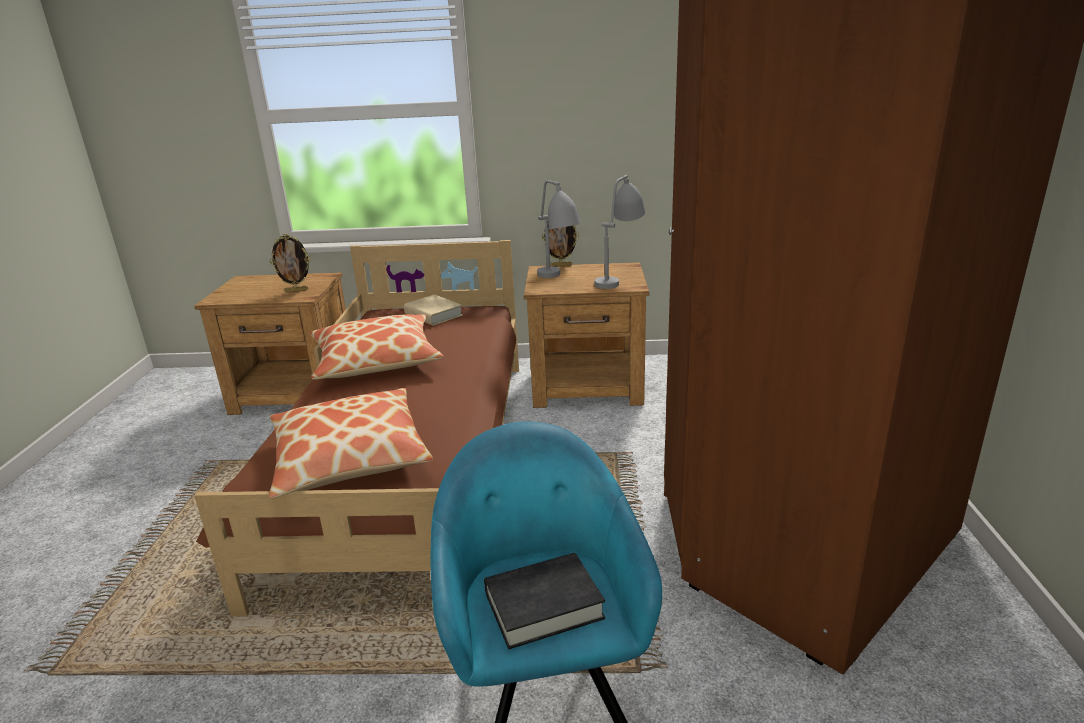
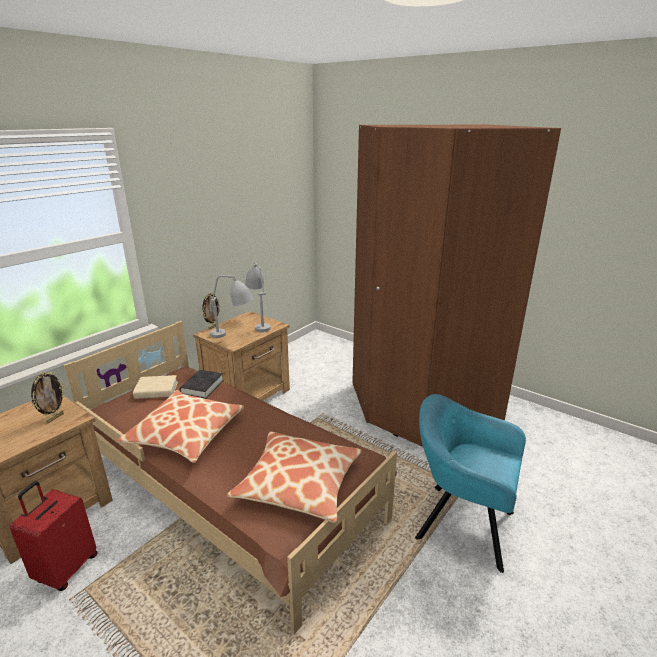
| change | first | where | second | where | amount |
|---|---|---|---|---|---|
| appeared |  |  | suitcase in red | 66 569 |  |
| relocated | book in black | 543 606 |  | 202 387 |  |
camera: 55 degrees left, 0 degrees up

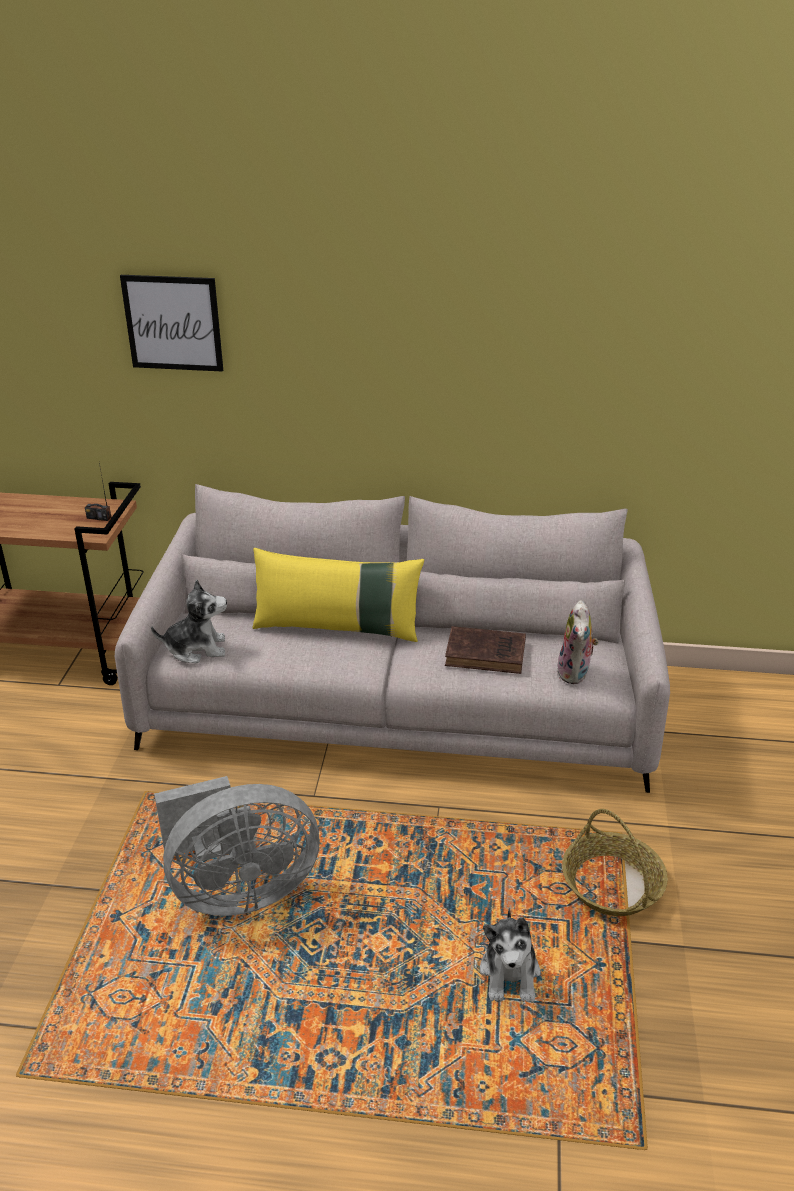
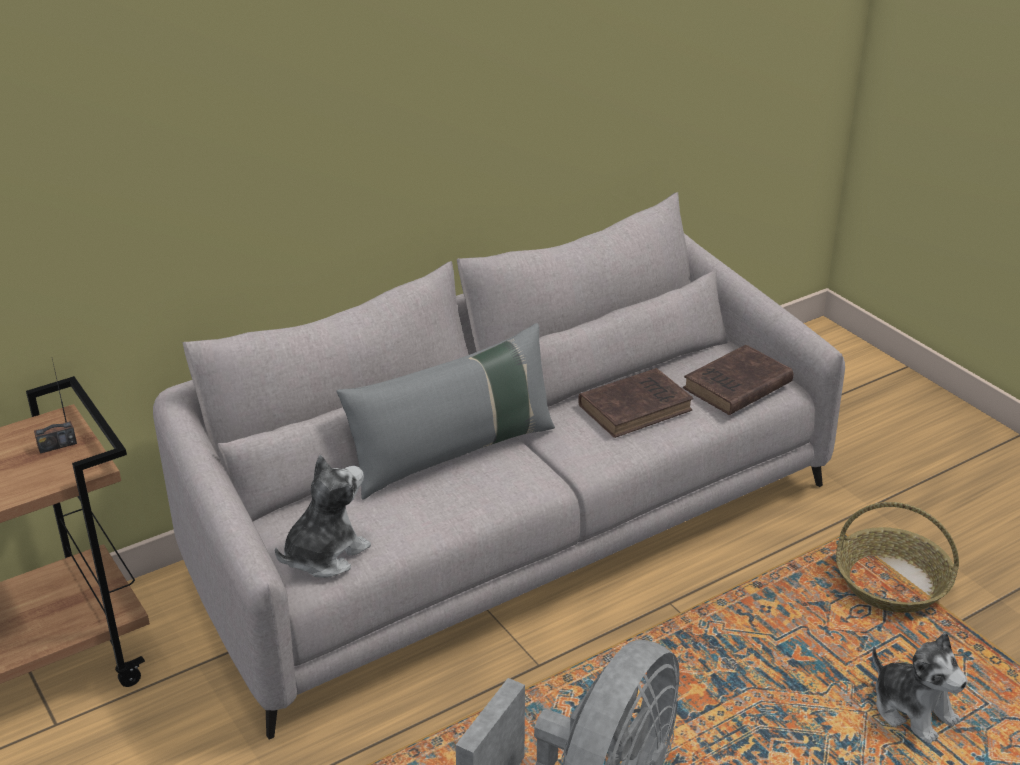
| change | first | where | second | where | amount |
|---|---|---|---|---|---|
| missing | picture | 173 323 |  |  |  |
| exchanged | plush toy | 575 673 | book in brown | 735 387 |  |
| colour | pillow in yellow | 338 627 | pillow in grey | 453 453 |  |
camera: 40 degrees left, 0 degrees up

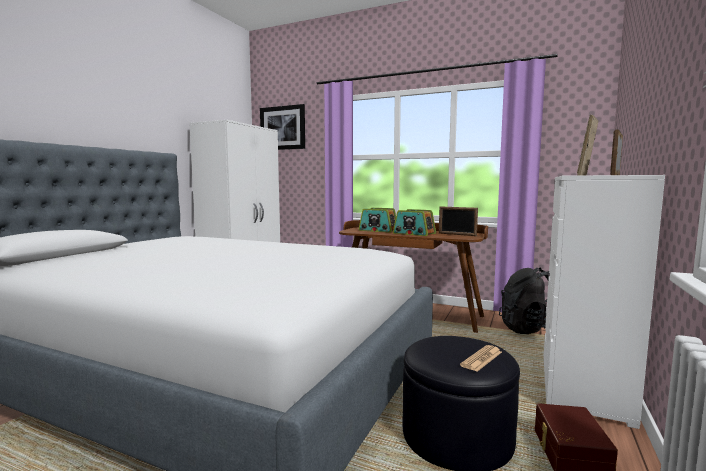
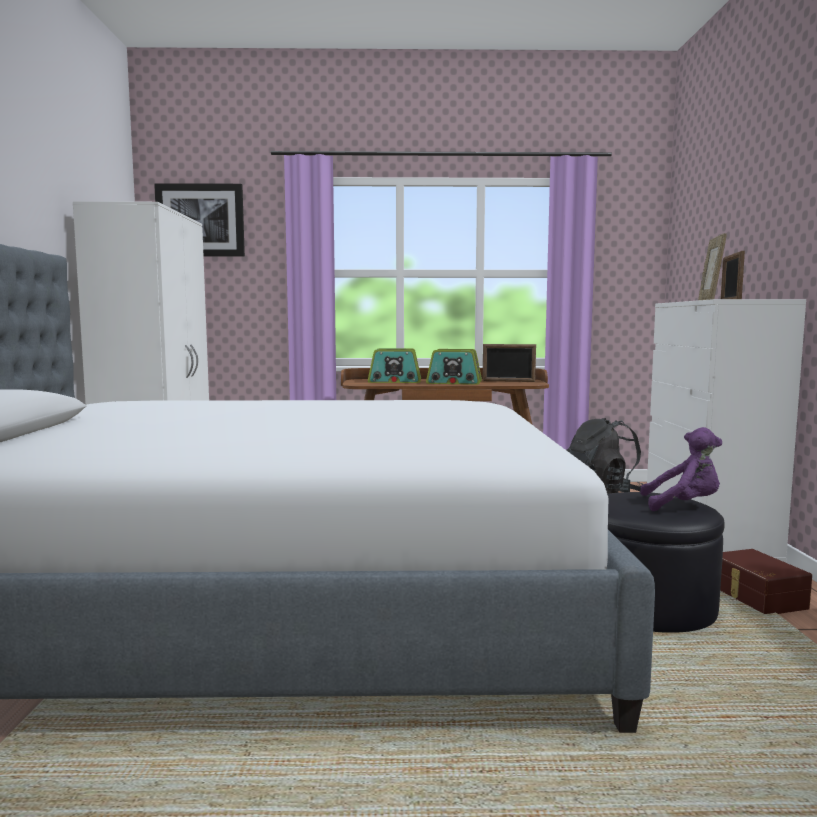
| change | first | where | second | where | amount |
|---|---|---|---|---|---|
| exchanged | newspaper | 481 359 | plush toy in purple | 683 505 |  |
camera: 25 degrees left, 0 degrees up

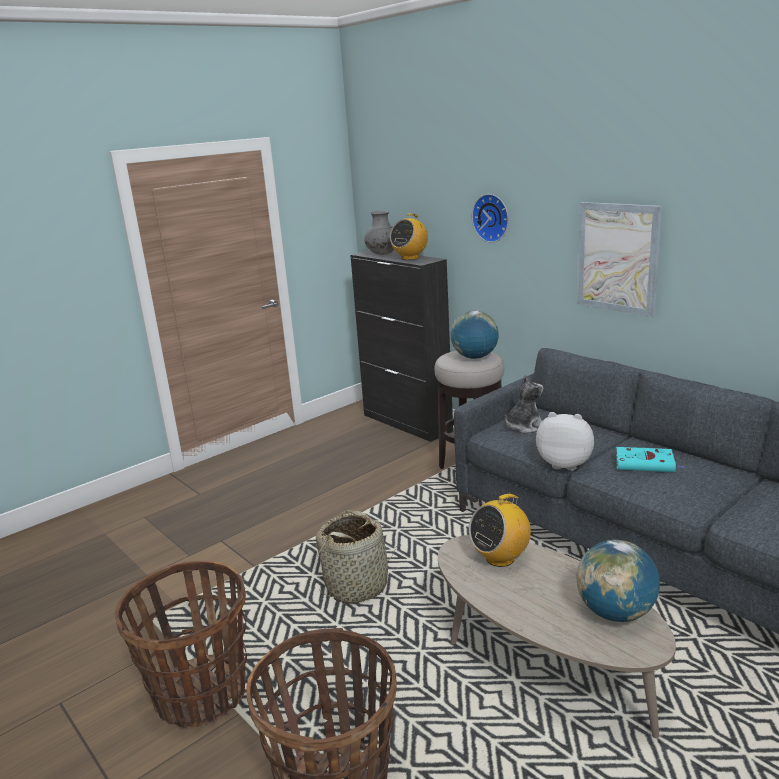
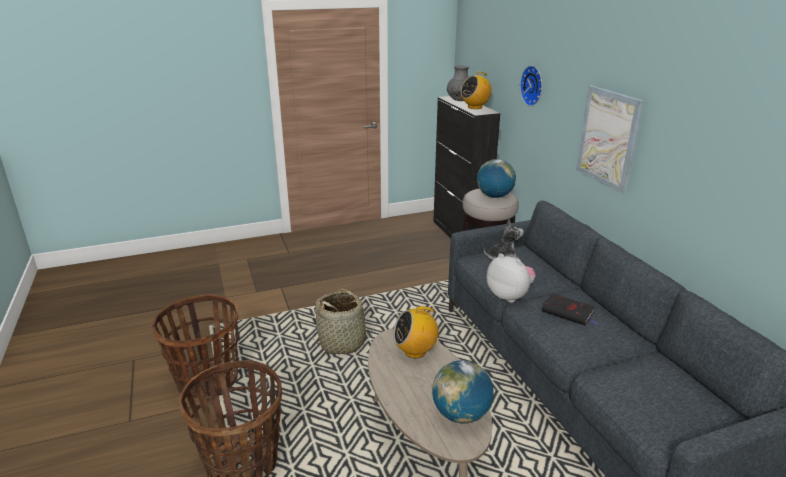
| change | first | where | second | where | amount |
|---|---|---|---|---|---|
| colour | book in turquoise | 646 463 | book in black | 569 312 |  |
camera: 20 degrees right, 5 degrees up

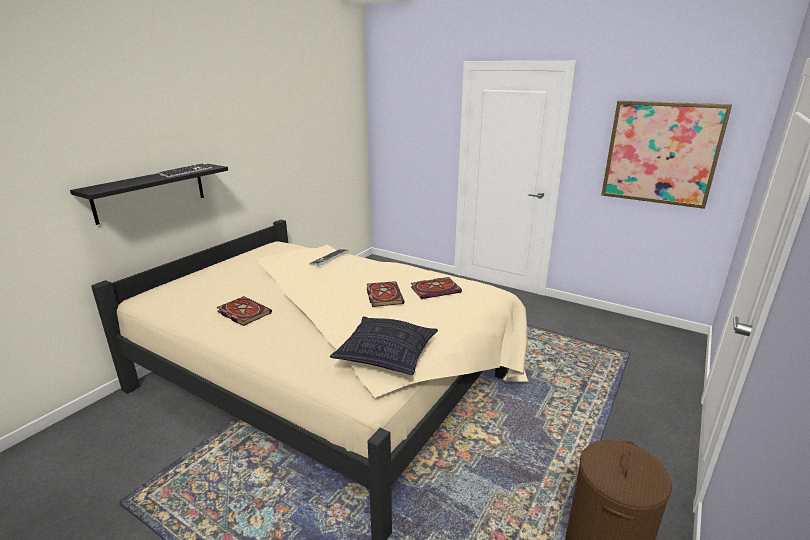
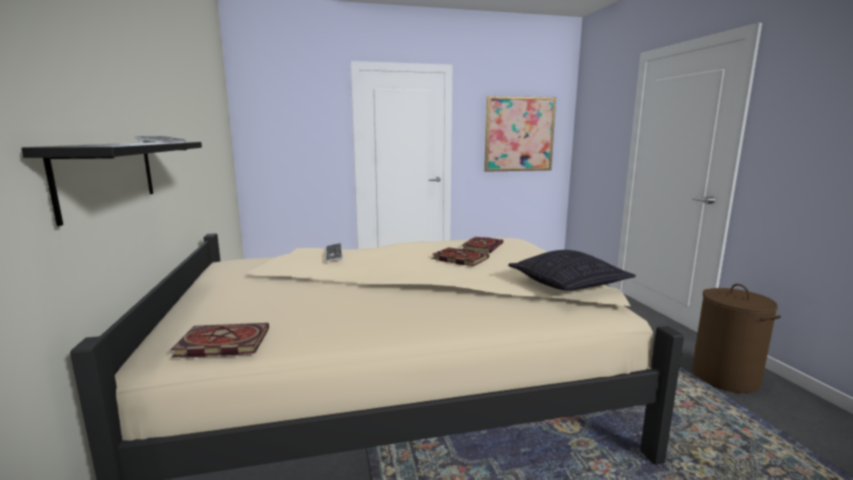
| change | first | where | second | where | amount |
|---|---|---|---|---|---|
| relocated | book | 242 312 |  | 220 344 |  |
camera: 45 degrees left, 10 degrees down

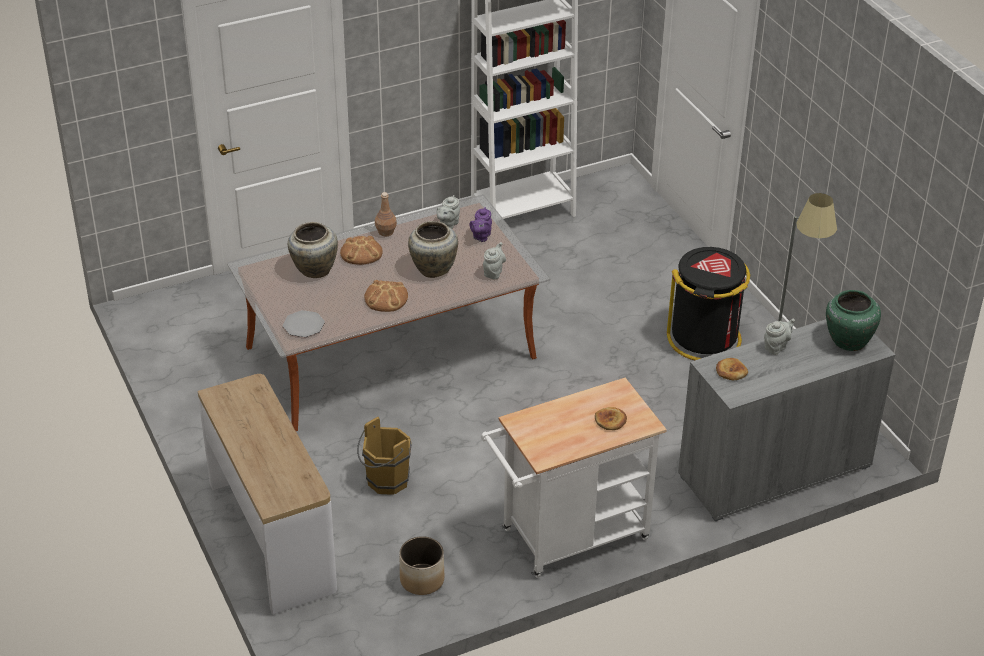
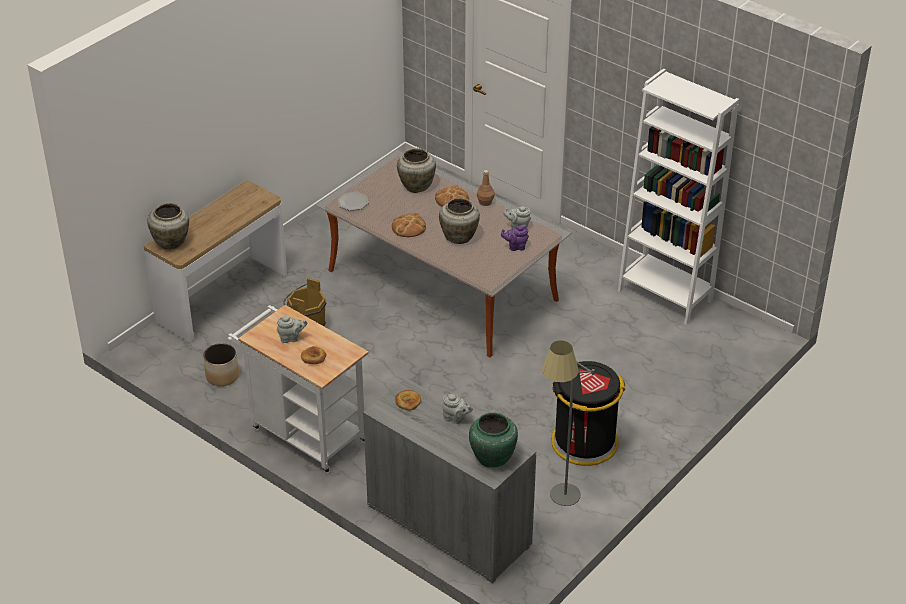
| change | first | where | second | where | amount |
|---|---|---|---|---|---|
| appeared |  |  | vase in beige | 171 242 |  |
| relocated | teapot in grey | 493 272 |  | 291 338 |  |
camera: 65 degrees right, 0 degrees up

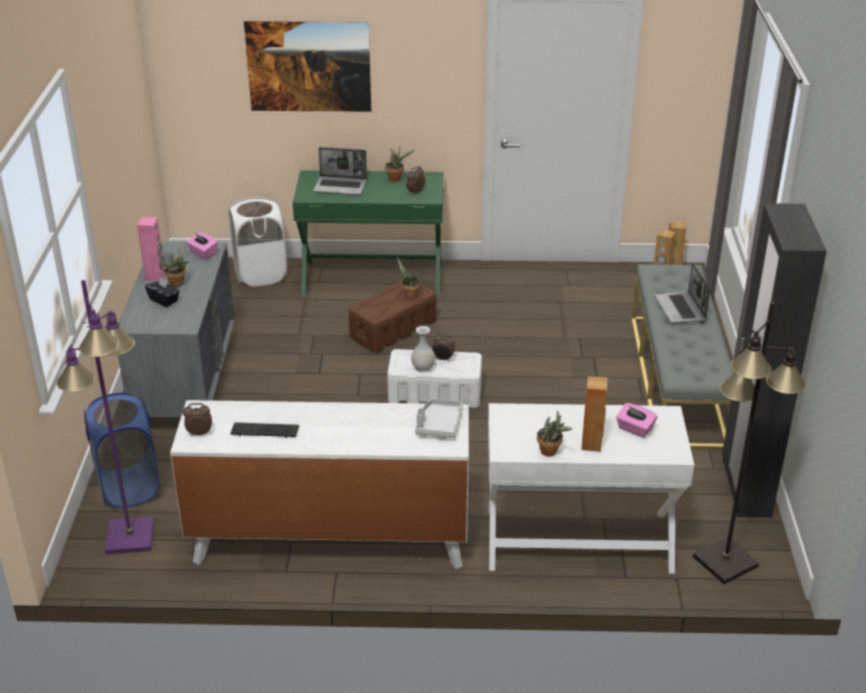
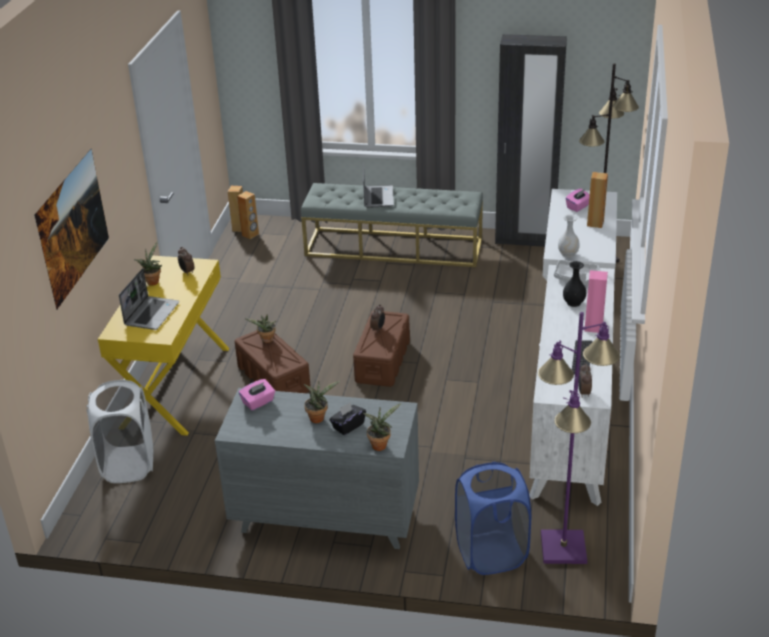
| change | first | where | second | where | amount |
|---|---|---|---|---|---|
| appeared |  |  | vase in black | 574 303 |  |
| relocated | speaker in pink | 155 276 |  | 593 327 |  |
| relocated | vase in white | 423 368 |  | 568 254 |  |
| relocated | potted plant | 551 452 |  | 380 444 |  |
| colour | desk in green | 372 278 | desk in yellow | 175 386 |  |
| colour | storage box in white | 435 393 | storage box in brown | 383 361 |  |
| spun | laptop | 681 309 |  | 377 197 | 90 degrees counterclockwise |
camera: 80 degrees left, 0 degrees up

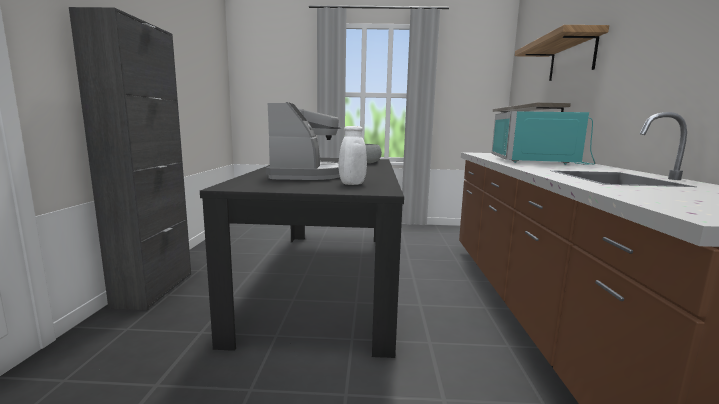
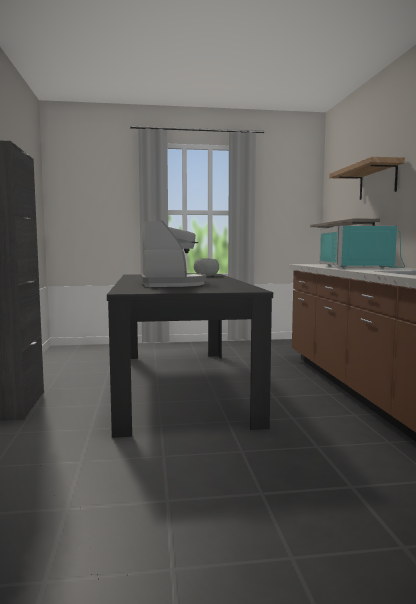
| change | first | where | second | where | amount |
|---|---|---|---|---|---|
| missing | vase in white | 351 184 |  |  |  |
camera: 10 degrees left, 5 degrees down

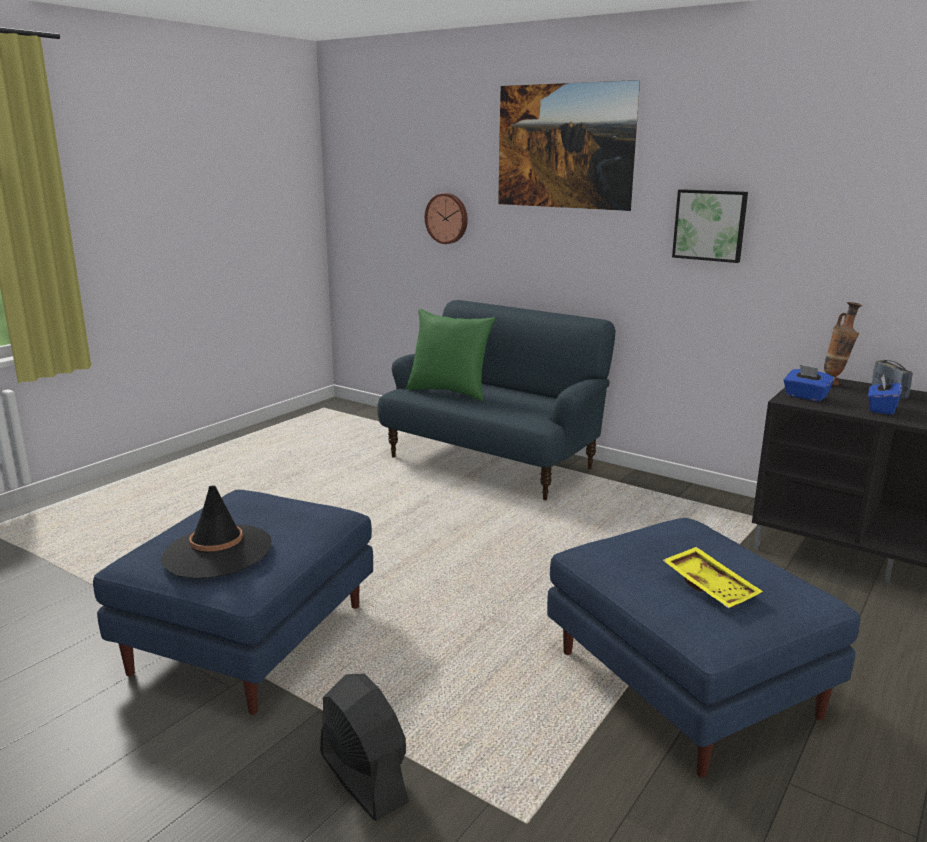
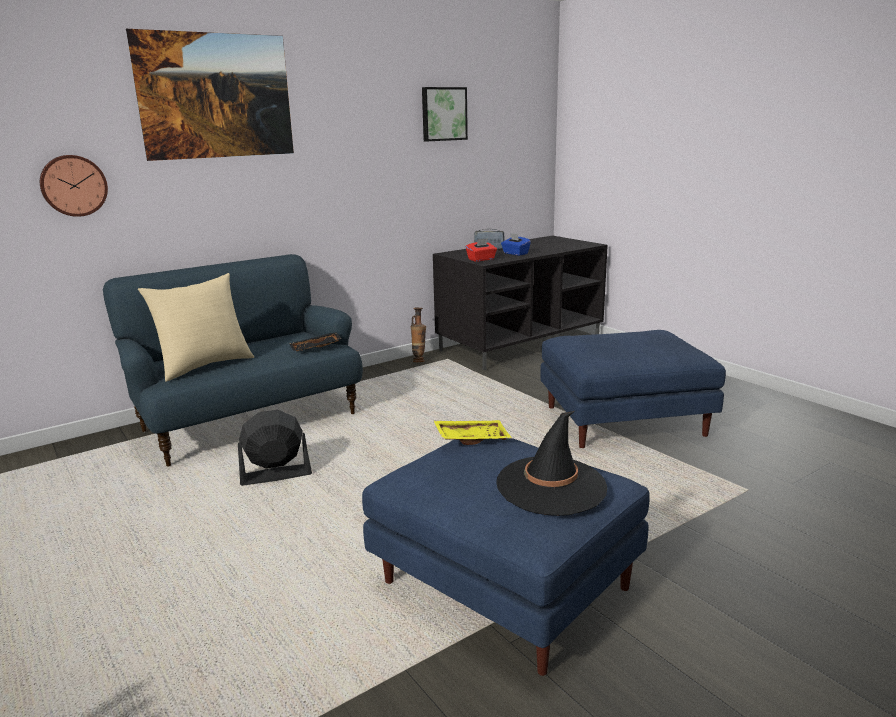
| change | first | where | second | where | amount |
|---|---|---|---|---|---|
| appeared |  |  | tray in black | 316 348 |  |
| relocated | fan in black | 363 777 |  | 275 475 |  |
| relocated | tray in yellow | 711 586 |  | 471 438 |  |
| relocated | picture | 710 225 |  | 443 114 |  |
| relocated | vase | 835 384 |  | 419 361 |  |
| colour | pillow in green | 449 391 | pillow in beige | 204 366 |  |
| colour | tissue box in blue | 805 396 | tissue box in red | 481 259 |  |
camera: 70 degrees left, 0 degrees up

